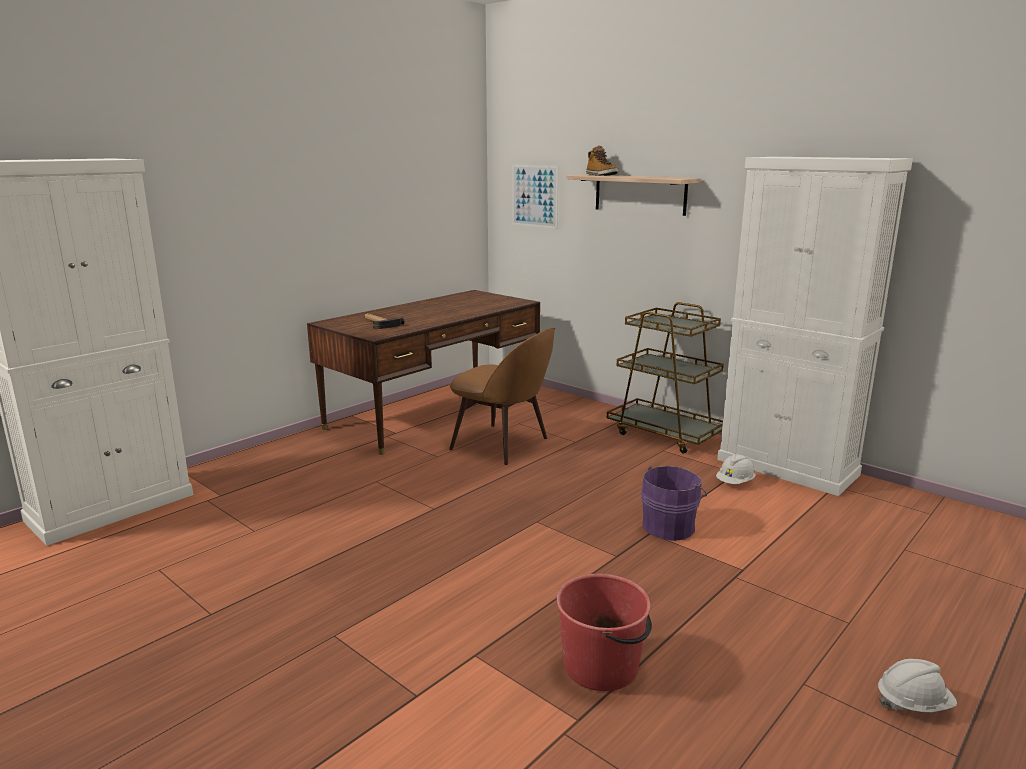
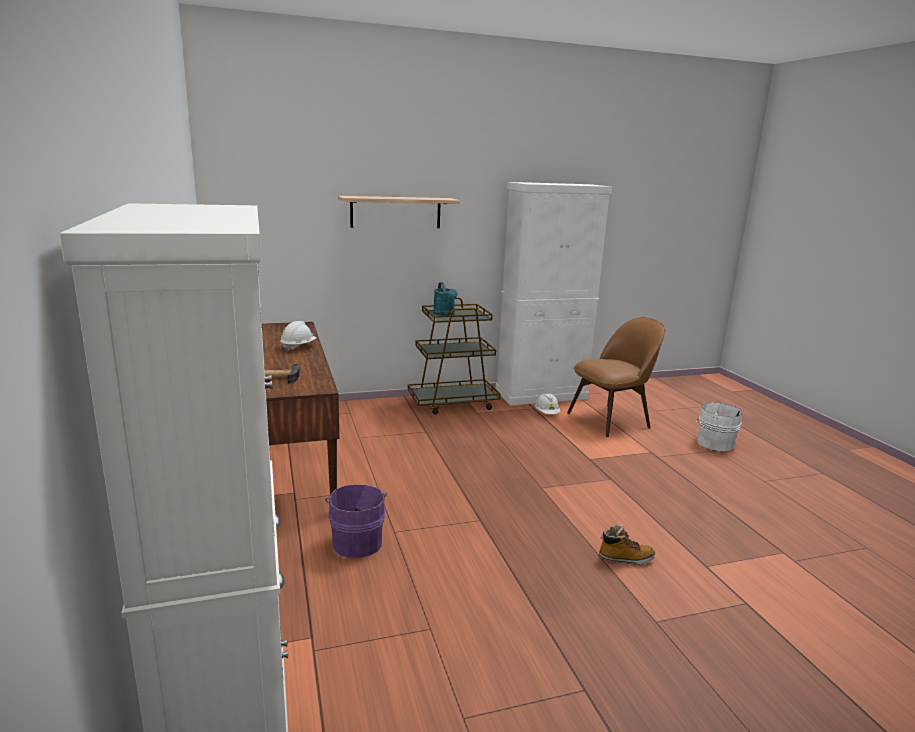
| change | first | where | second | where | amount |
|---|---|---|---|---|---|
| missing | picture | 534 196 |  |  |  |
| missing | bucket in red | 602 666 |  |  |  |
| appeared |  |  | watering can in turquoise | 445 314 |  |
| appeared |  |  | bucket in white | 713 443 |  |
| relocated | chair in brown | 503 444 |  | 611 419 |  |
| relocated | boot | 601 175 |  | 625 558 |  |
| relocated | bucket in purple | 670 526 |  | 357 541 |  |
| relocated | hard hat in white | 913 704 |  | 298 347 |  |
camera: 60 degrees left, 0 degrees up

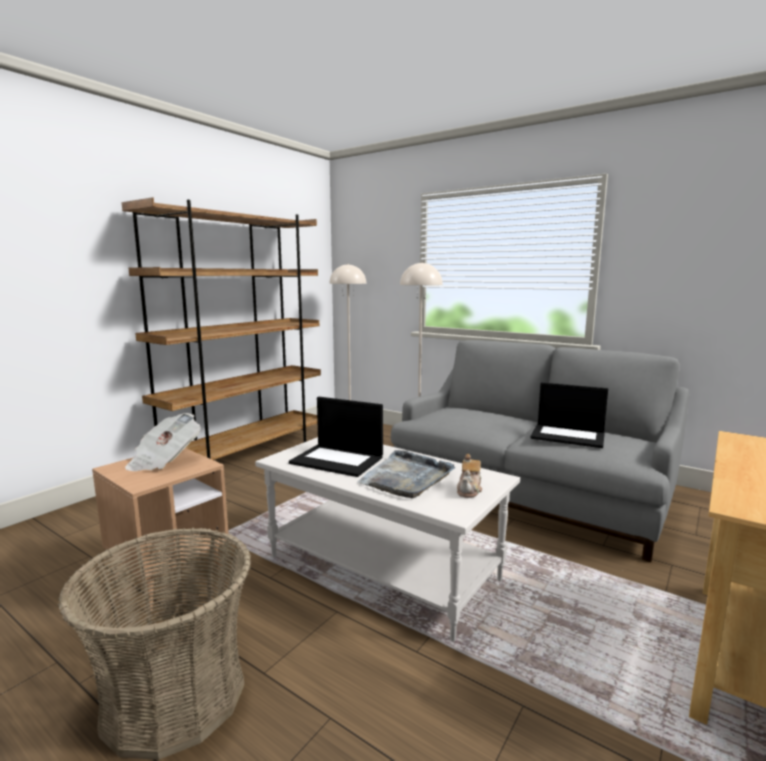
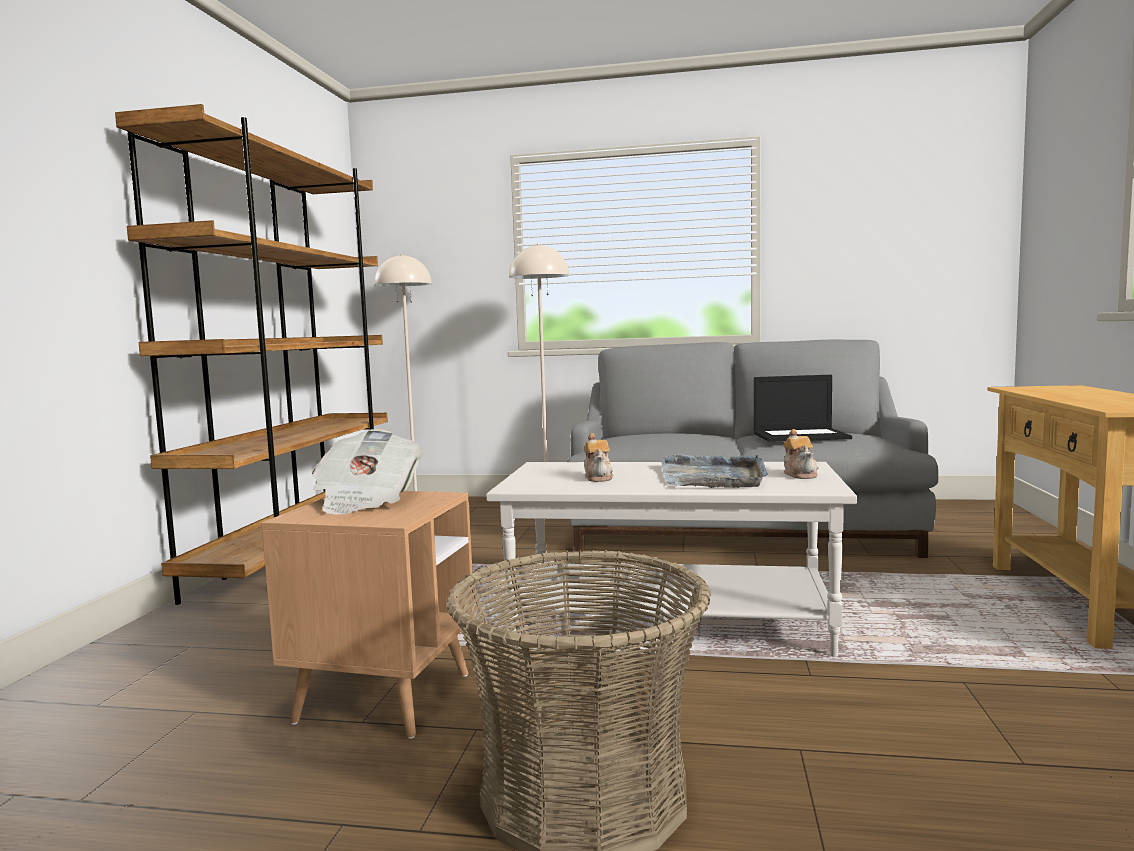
| change | first | where | second | where | amount |
|---|---|---|---|---|---|
| exchanged | laptop | 338 460 | teapot | 598 477 |  |
camera: 25 degrees left, 5 degrees down

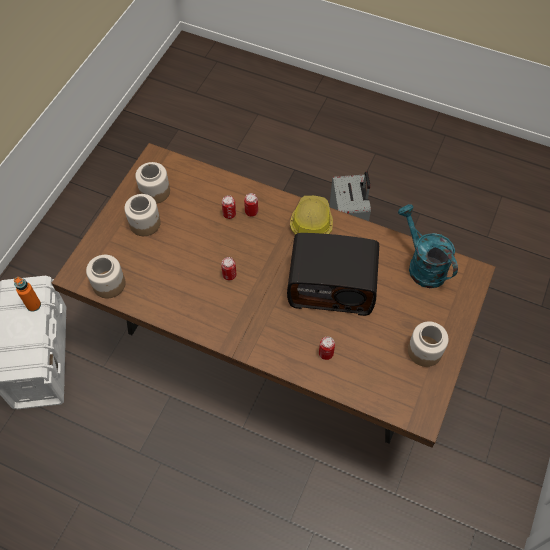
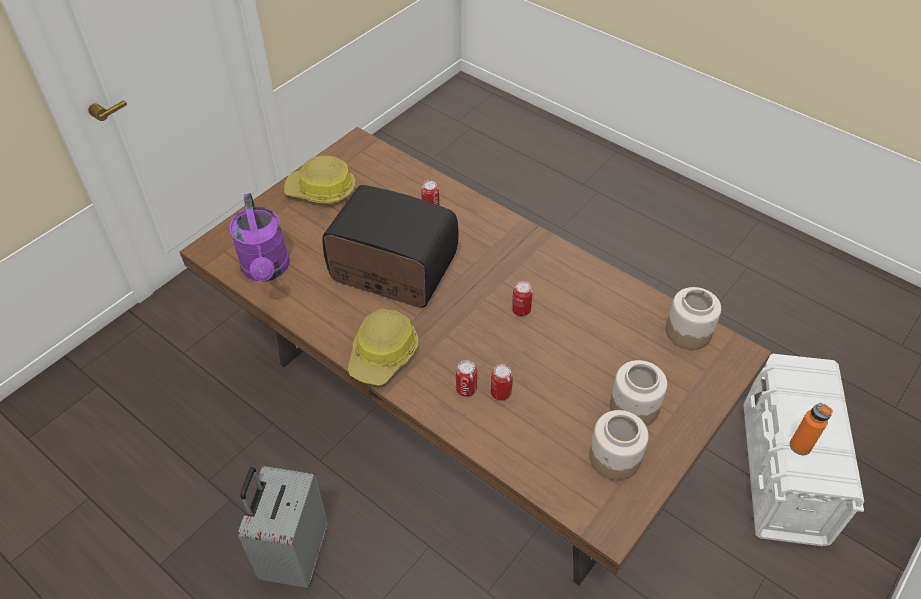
| change | first | where | second | where | amount |
|---|---|---|---|---|---|
| exchanged | jar | 424 351 | hard hat | 322 190 |  |
| colour | watering can in turquoise | 422 265 | watering can in purple | 267 270 |  |
camera: 165 degrees left, 10 degrees down

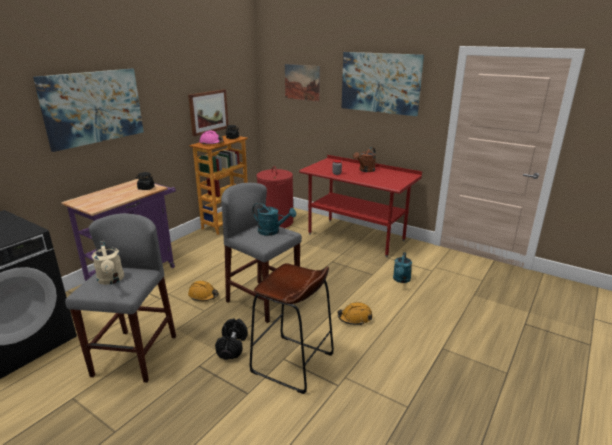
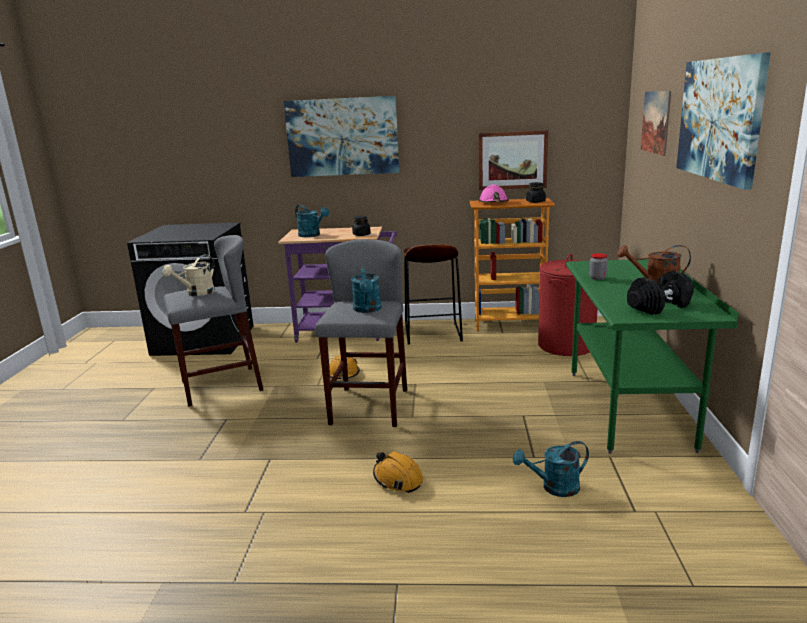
| change | first | where | second | where | amount |
|---|---|---|---|---|---|
| appeared |  |  | watering can in turquoise | 312 235 |  |
| relocated | dumbbell in black | 232 346 |  | 659 307 |  |
| relocated | stool in brown | 292 363 |  | 432 333 |  |
| colour | desk in red | 356 237 | desk in green | 628 409 |  |
camera: 60 degrees right, 5 degrees down

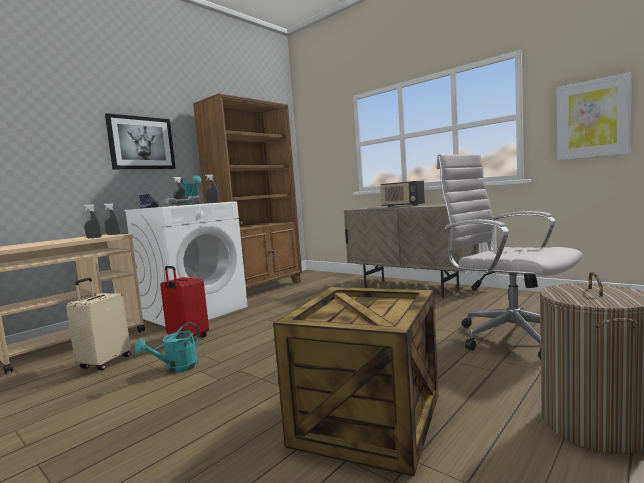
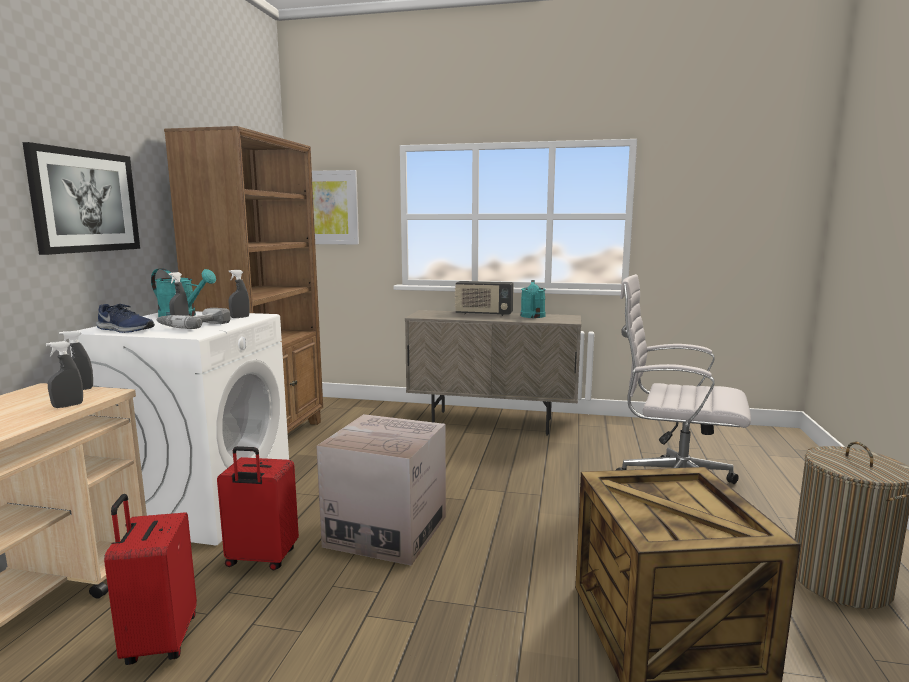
| change | first | where | second | where | amount |
|---|---|---|---|---|---|
| appeared |  |  | cardboard box | 386 531 |  |
| relocated | watering can in turquoise | 176 369 |  | 533 316 |  |
| relocated | picture | 592 119 |  | 330 207 |  |
| colour | suitcase in beige | 104 363 | suitcase in red | 159 641 |  |
camera: 30 degrees left, 5 degrees up

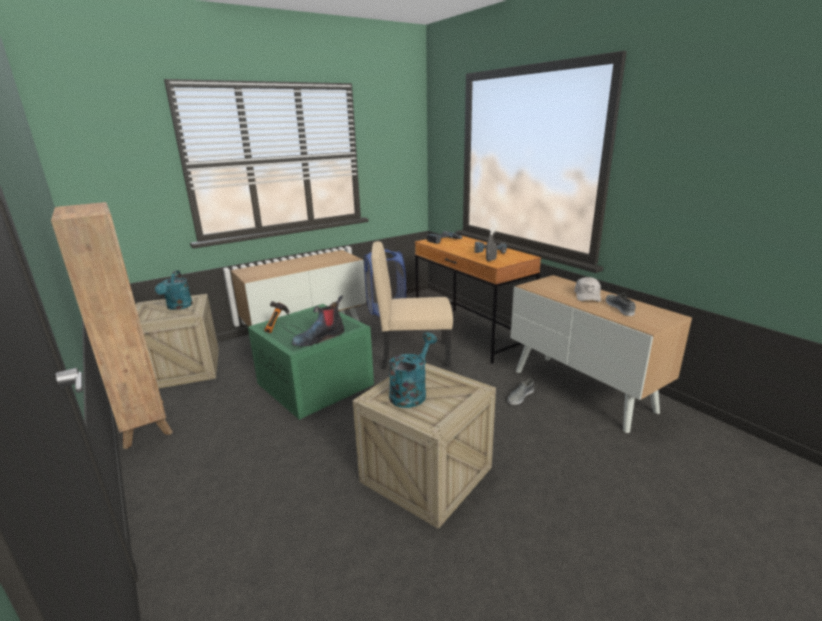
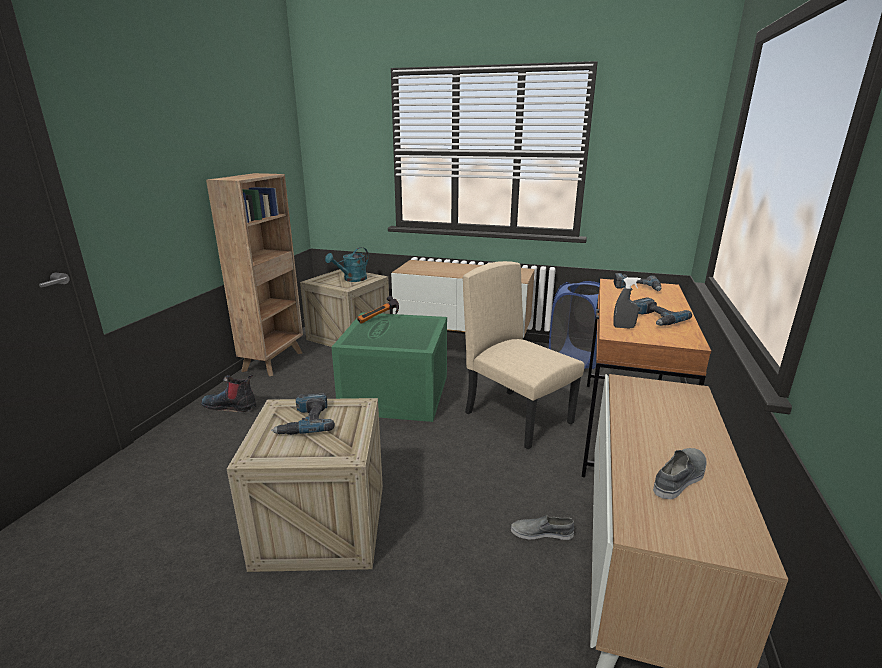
| change | first | where | second | where | amount |
|---|---|---|---|---|---|
| missing | cap in white | 587 296 |  |  |  |
| relocated | boot | 319 338 |  | 231 406 |  |
| exchanged | watering can in turquoise | 411 392 | power drill | 305 421 |  |
camera: 50 degrees right, 0 degrees up

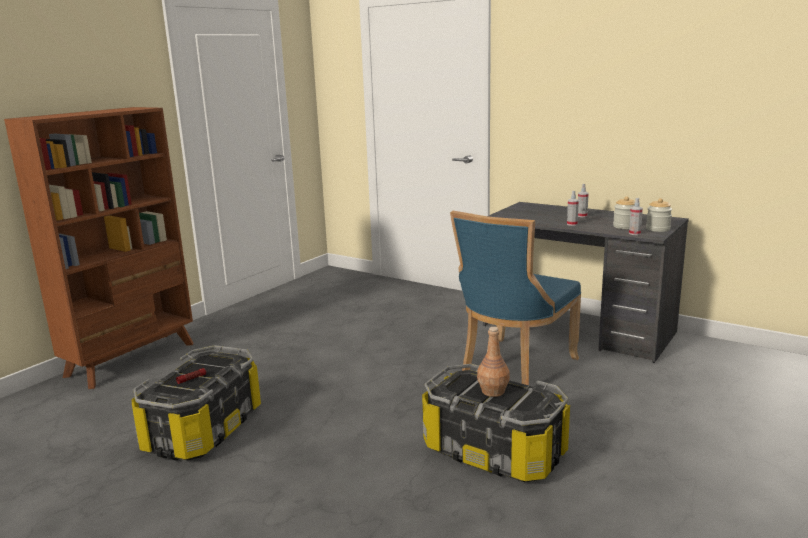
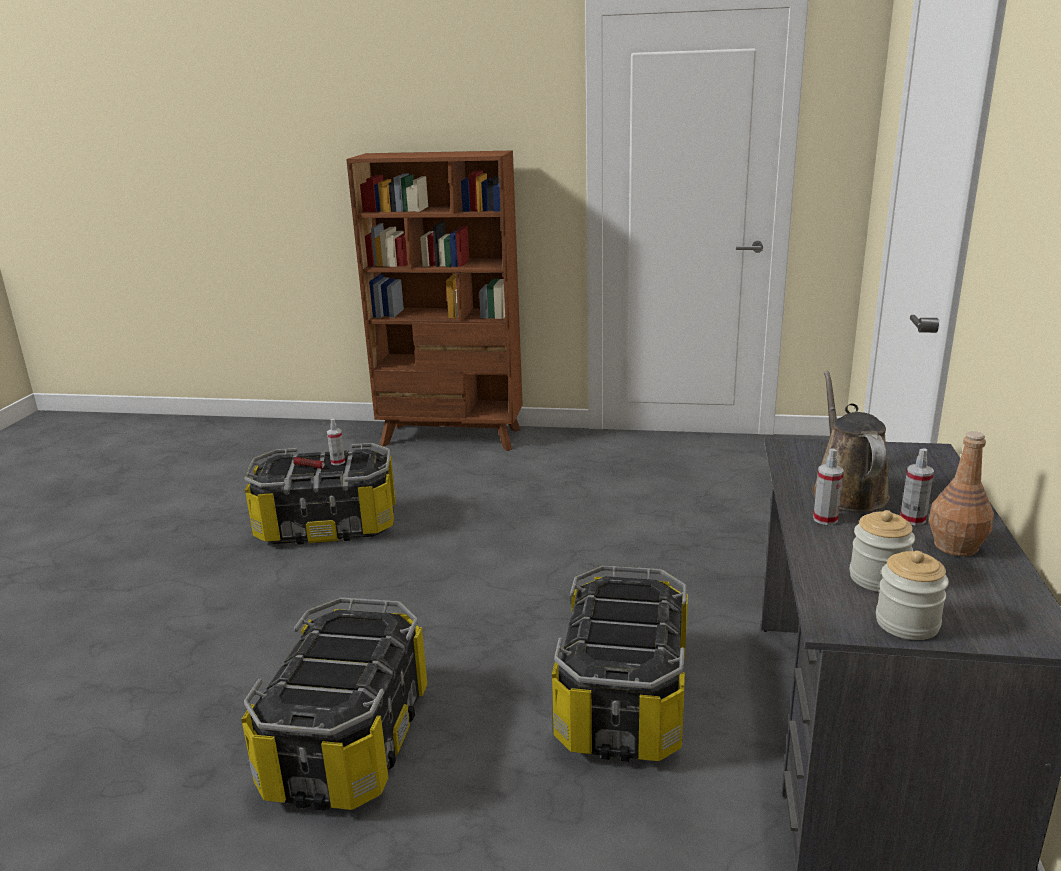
| change | first | where | second | where | amount |
|---|---|---|---|---|---|
| appeared |  |  | watering can in brown | 846 491 |  |
| relocated | bottle in brown | 493 391 |  | 956 547 |  |
| relocated | spray bottle | 634 233 |  | 338 462 |  |
| exchanged | chair in blue | 513 368 | storage box | 622 701 |  |
camera: 65 degrees right, 5 degrees up

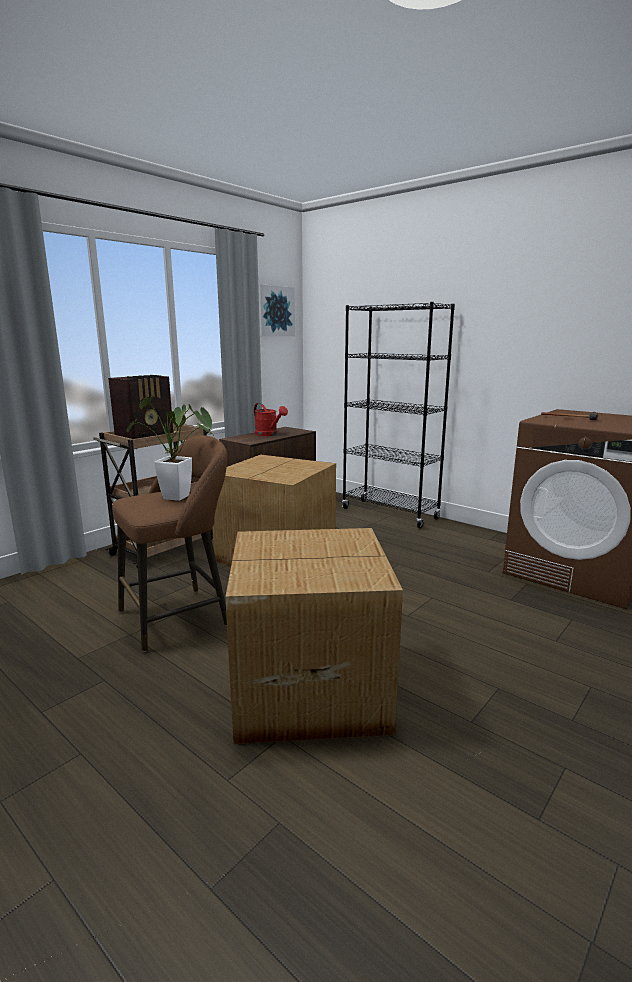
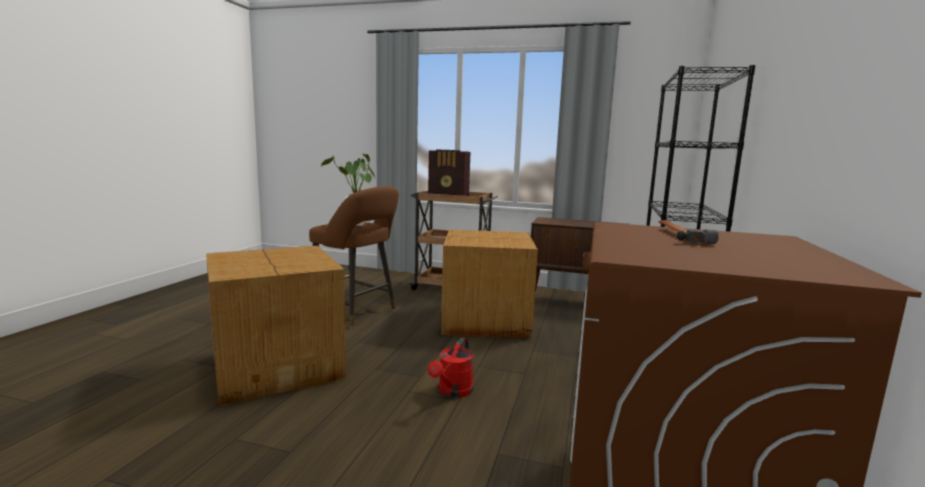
| change | first | where | second | where | amount |
|---|---|---|---|---|---|
| missing | picture | 275 311 |  |  |  |
| relocated | watering can in red | 269 434 |  | 453 392 |  |
camera: 65 degrees right, 5 degrees down

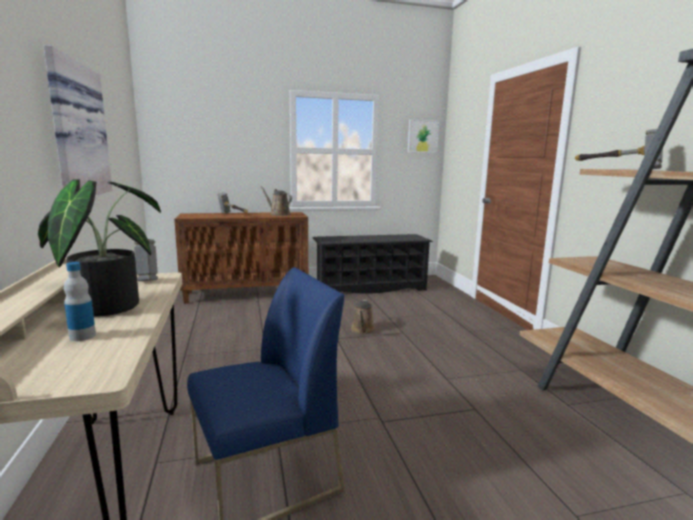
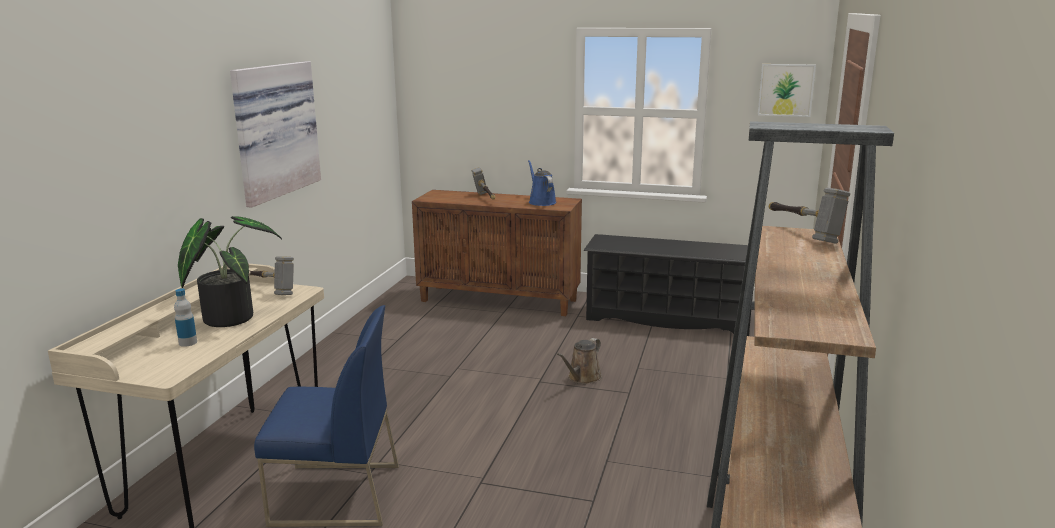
| change | first | where | second | where | amount |
|---|---|---|---|---|---|
| colour | watering can in brown | 278 214 | watering can in blue | 541 202 |  |
camera: 30 degrees right, 5 degrees up

